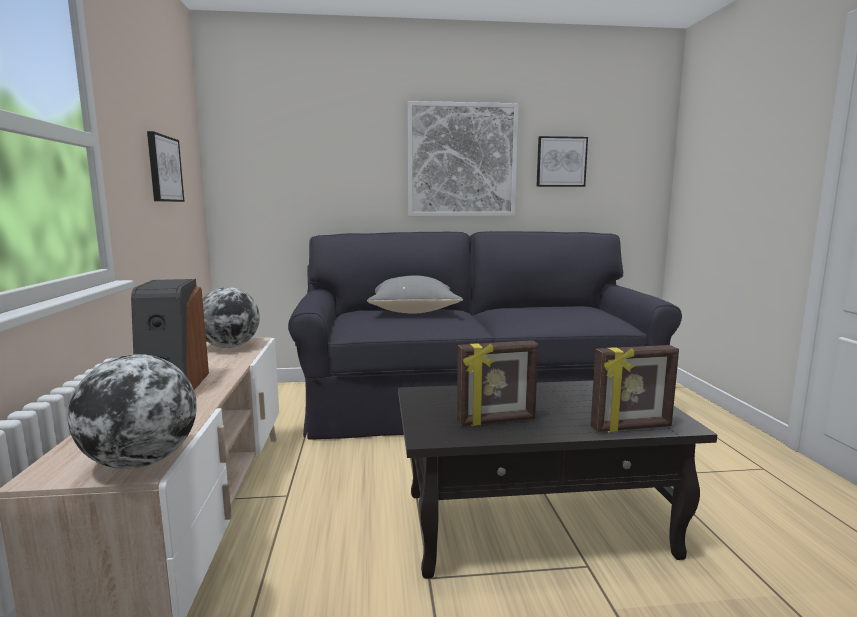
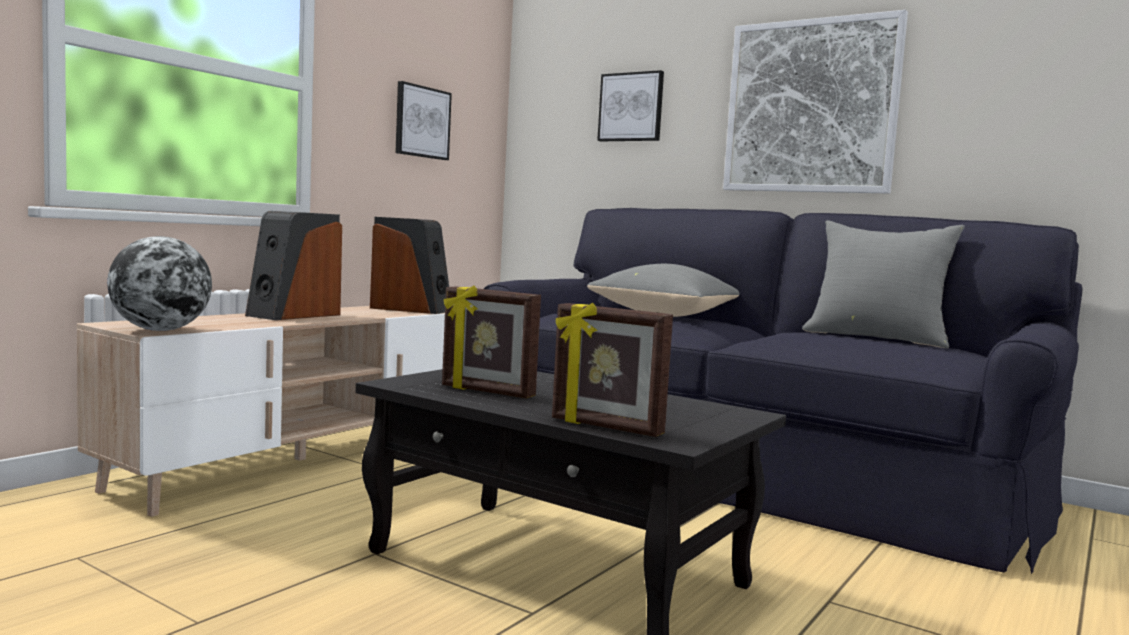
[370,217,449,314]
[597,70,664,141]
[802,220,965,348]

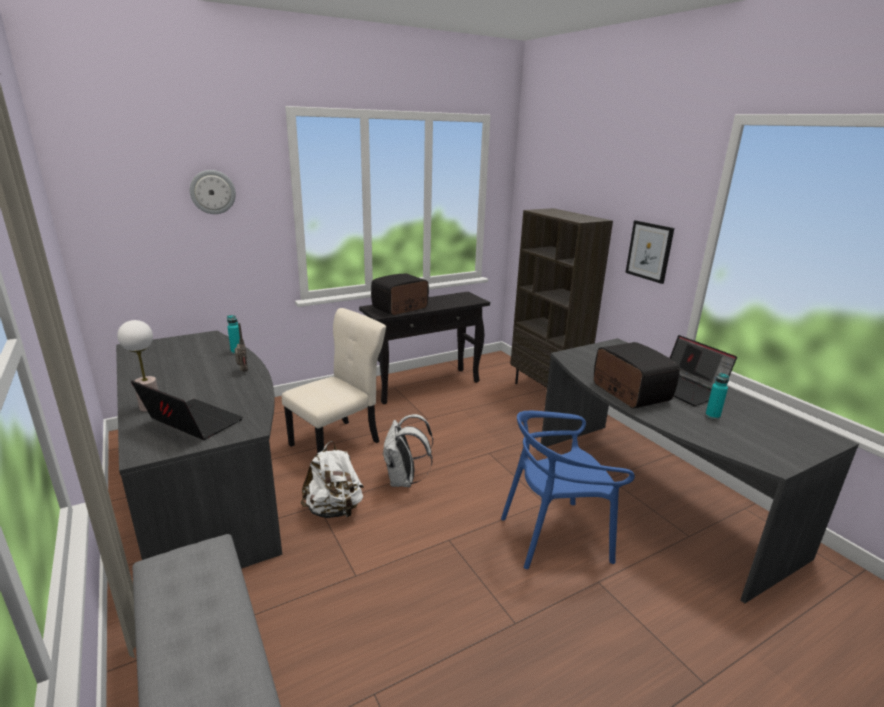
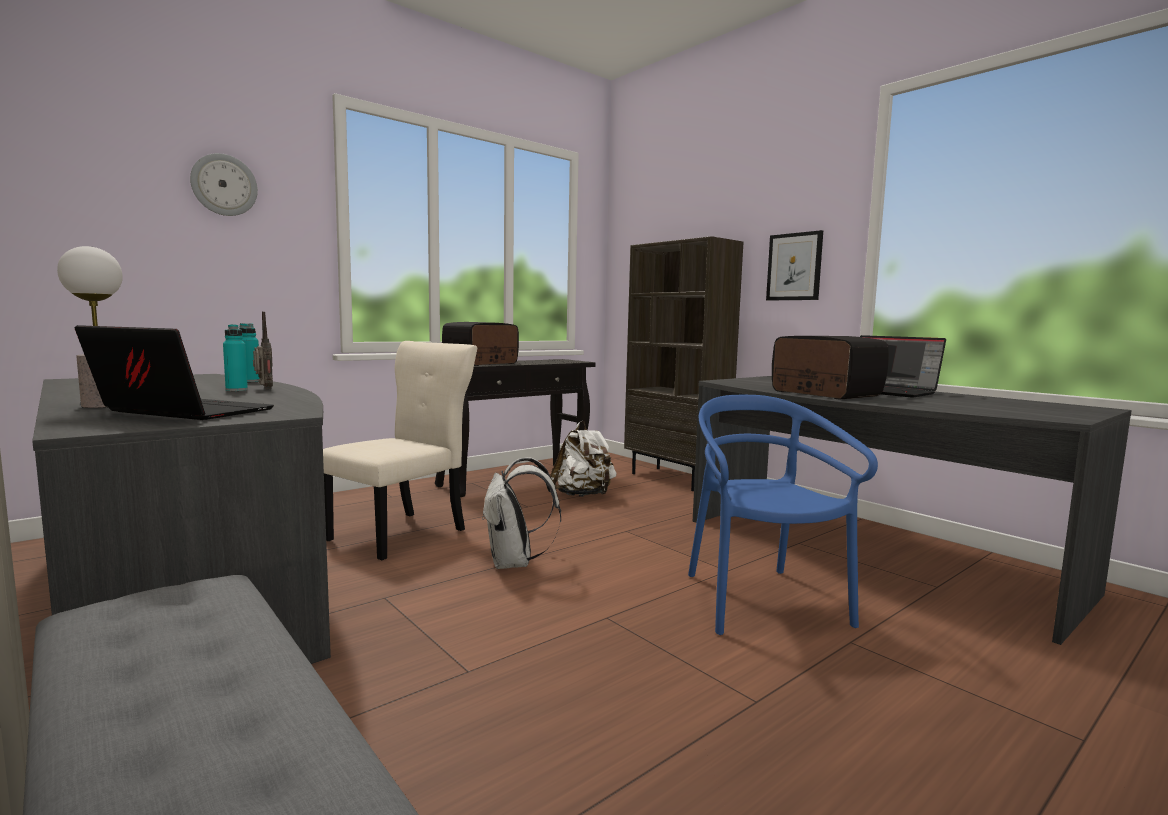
[550,421,616,497]
[688,395,878,635]
[223,324,248,391]

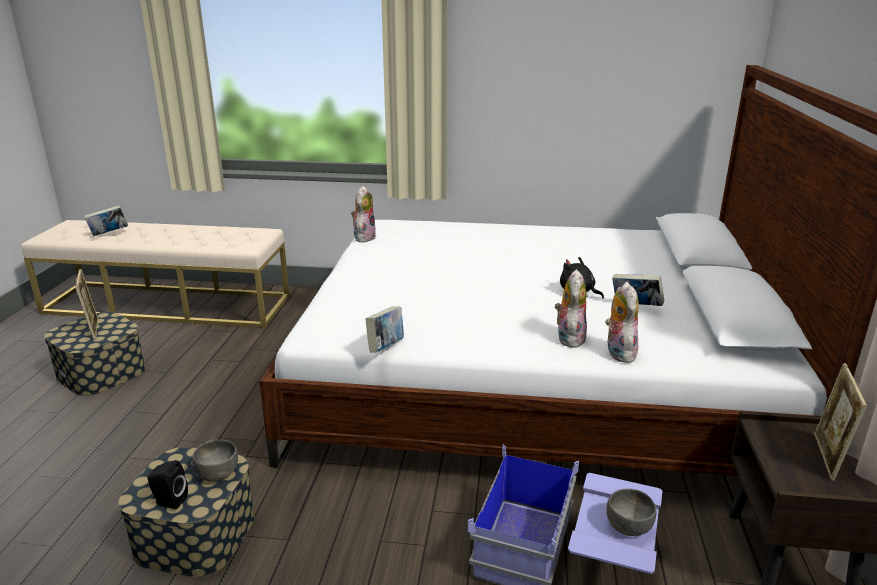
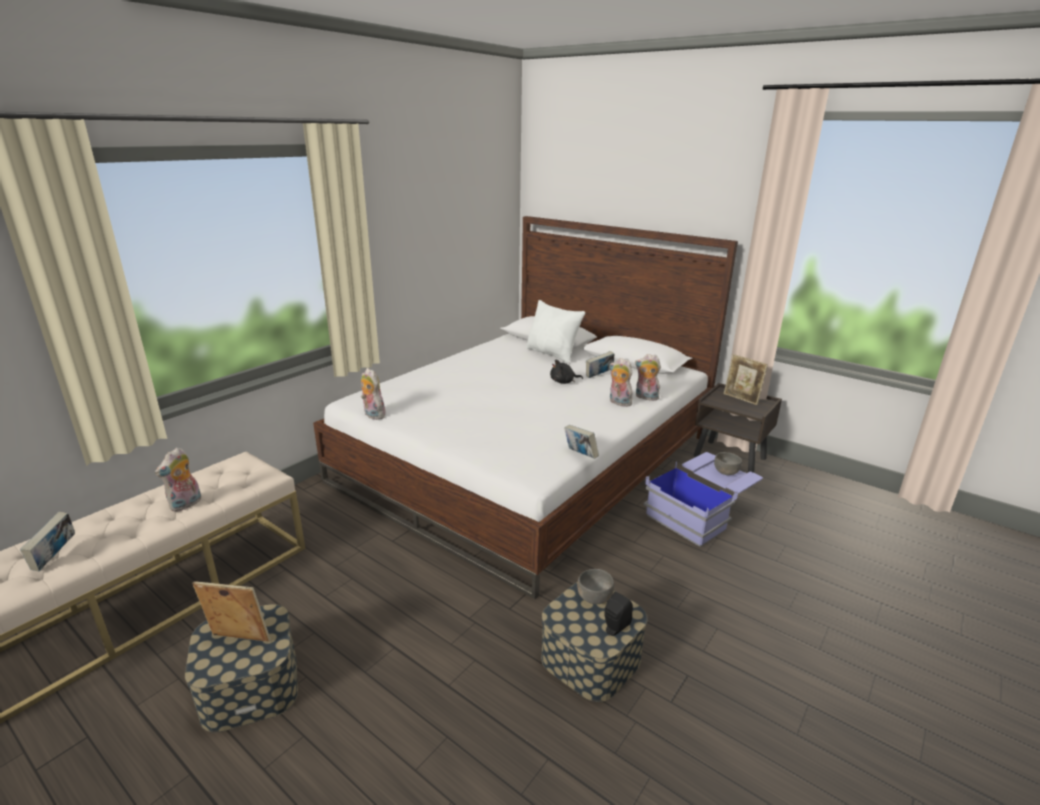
[155,447,201,512]
[526,300,585,363]

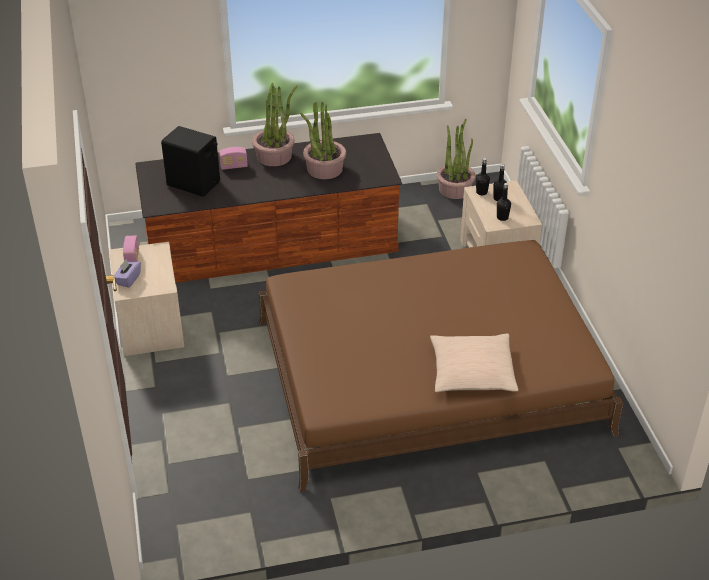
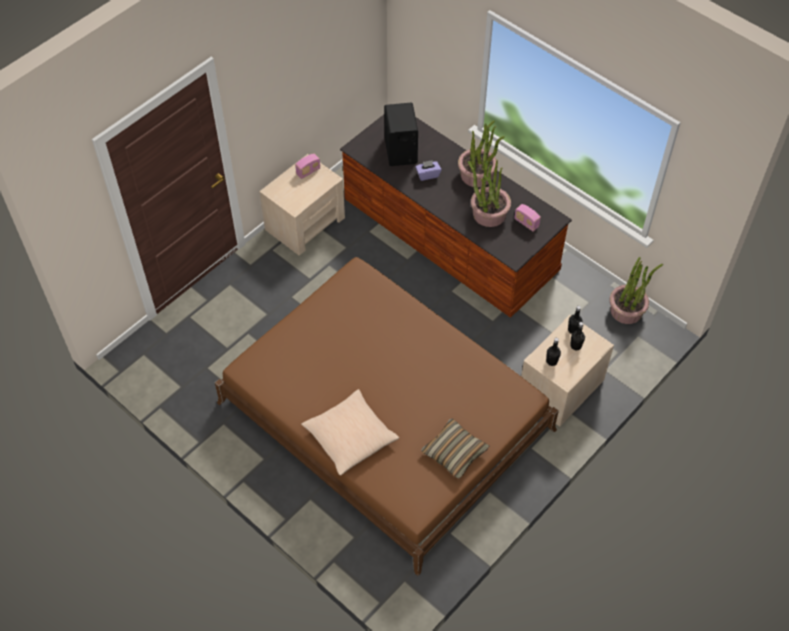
[415,160,441,181]
[514,204,541,232]
[421,418,489,478]

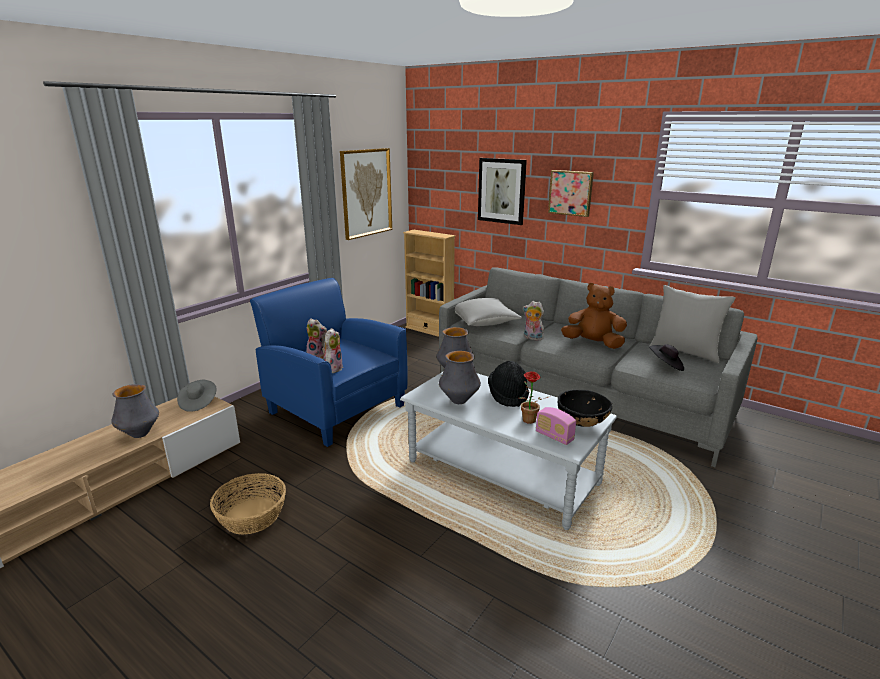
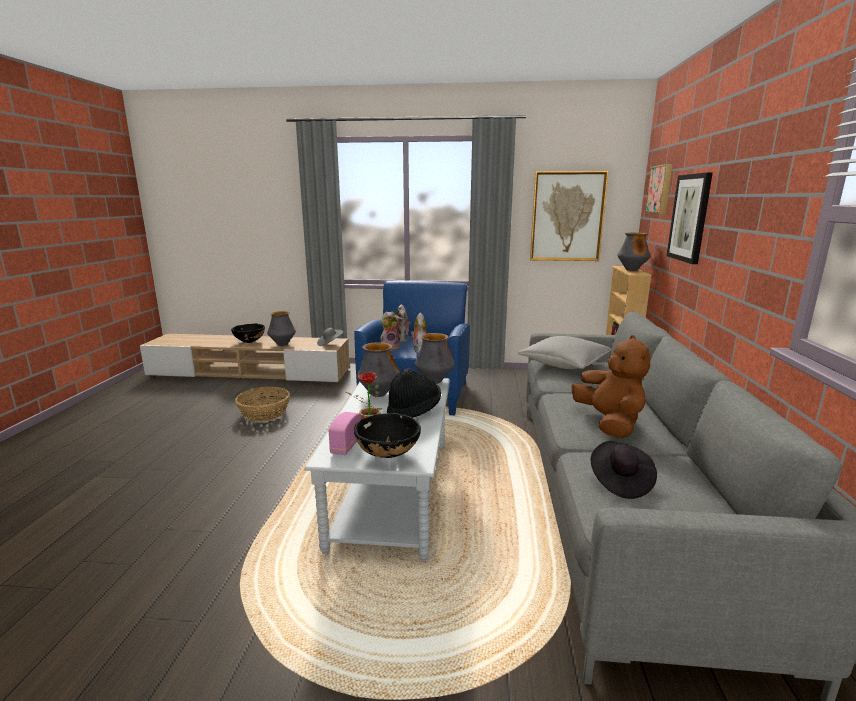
[411,313,427,353]
[645,164,673,214]
[650,285,736,363] (first image)
[231,324,265,343]
[617,233,650,271]

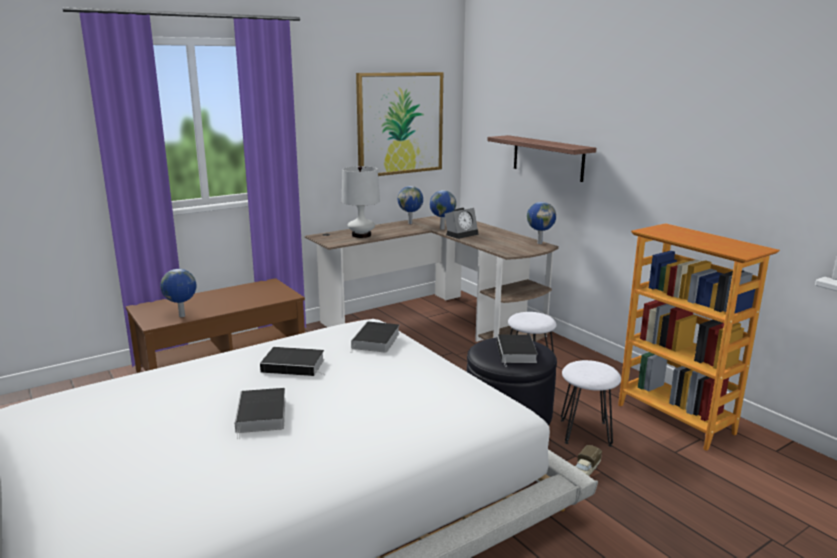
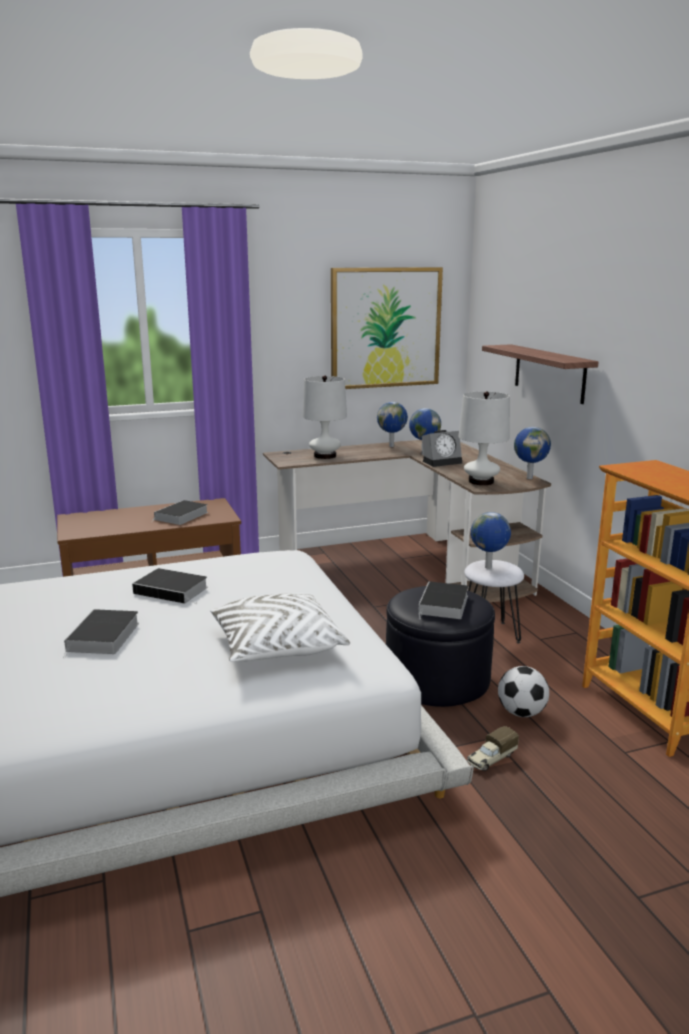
[471,512,511,569]
[150,500,208,525]
[498,666,549,717]
[210,593,350,662]
[458,391,510,485]

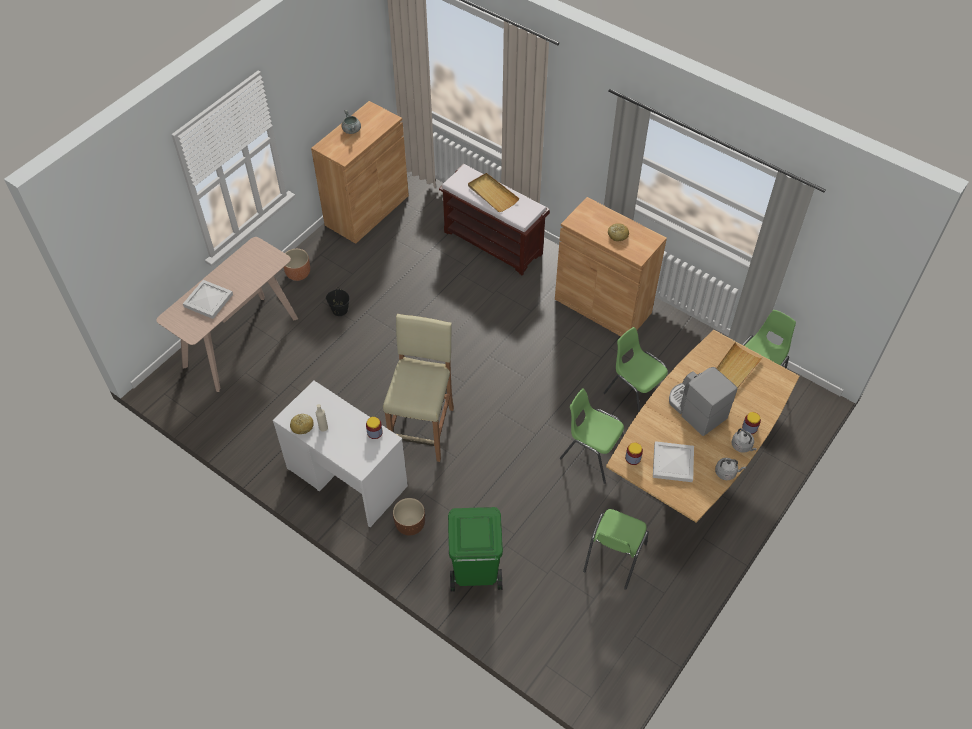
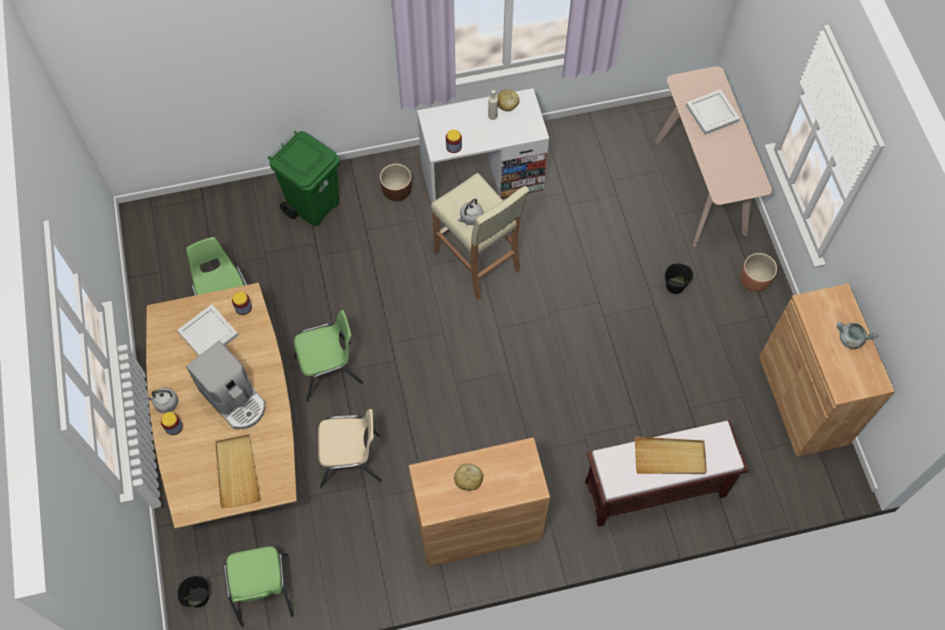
[318,409,382,488]
[186,341,265,429]
[458,199,483,225]
[177,576,209,608]

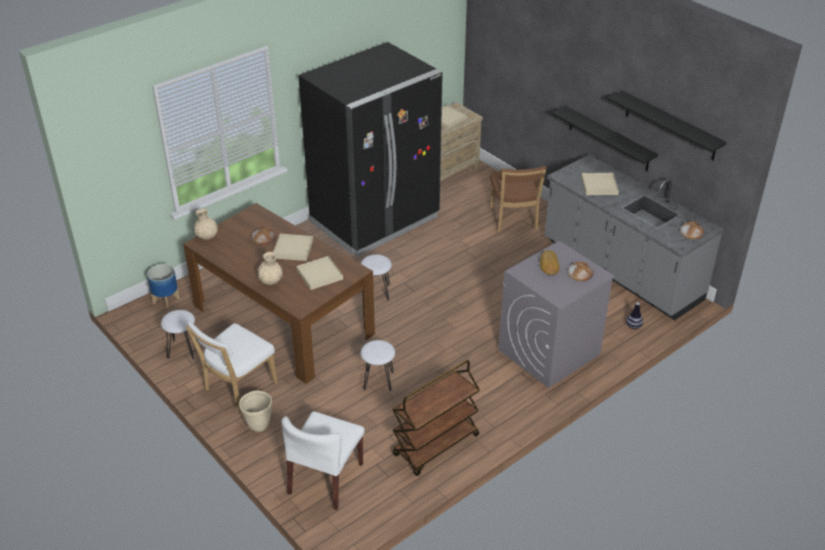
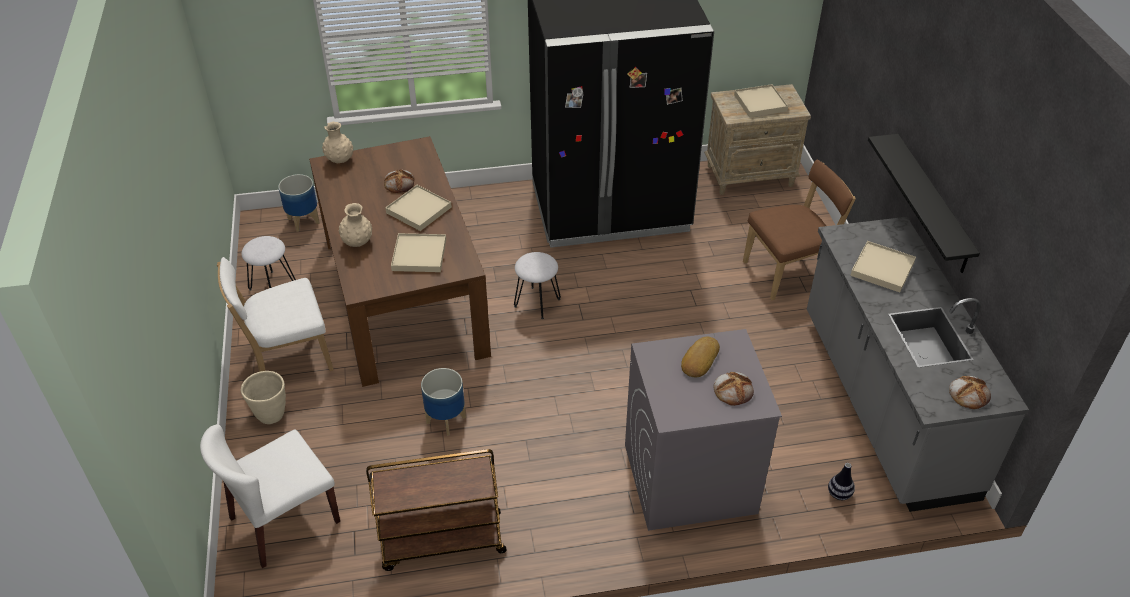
[421,368,466,436]
[743,160,856,300]
[608,91,727,160] (first image)

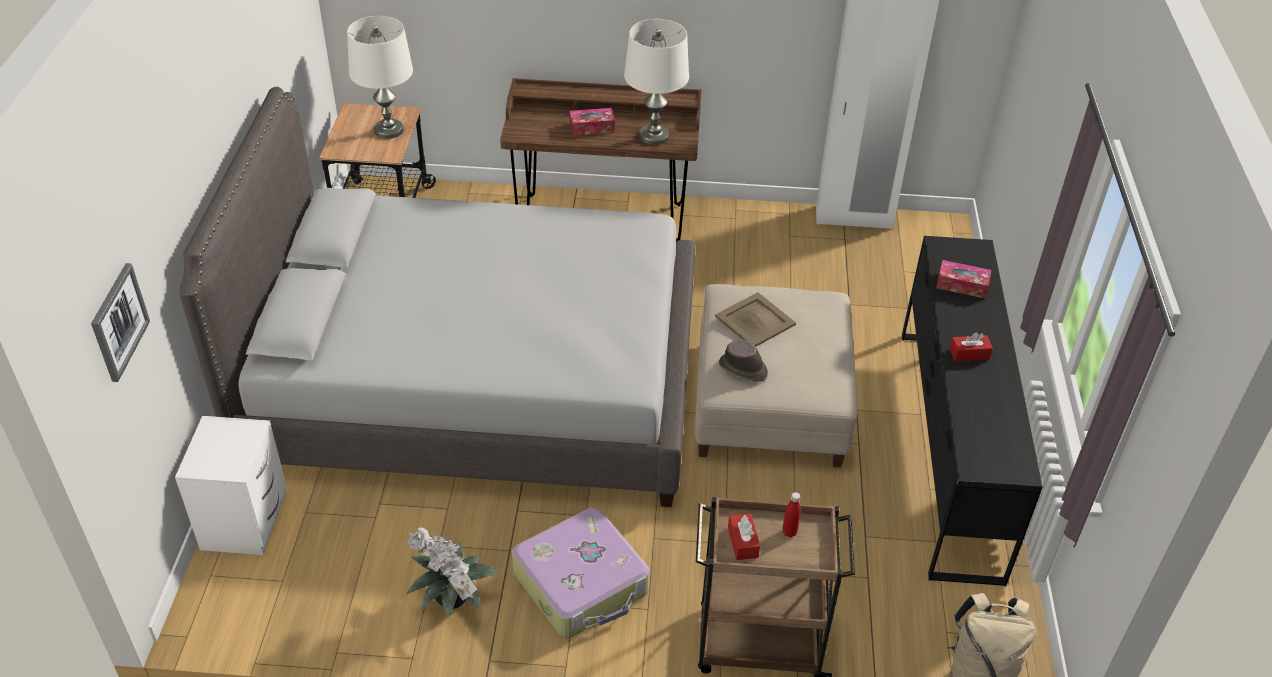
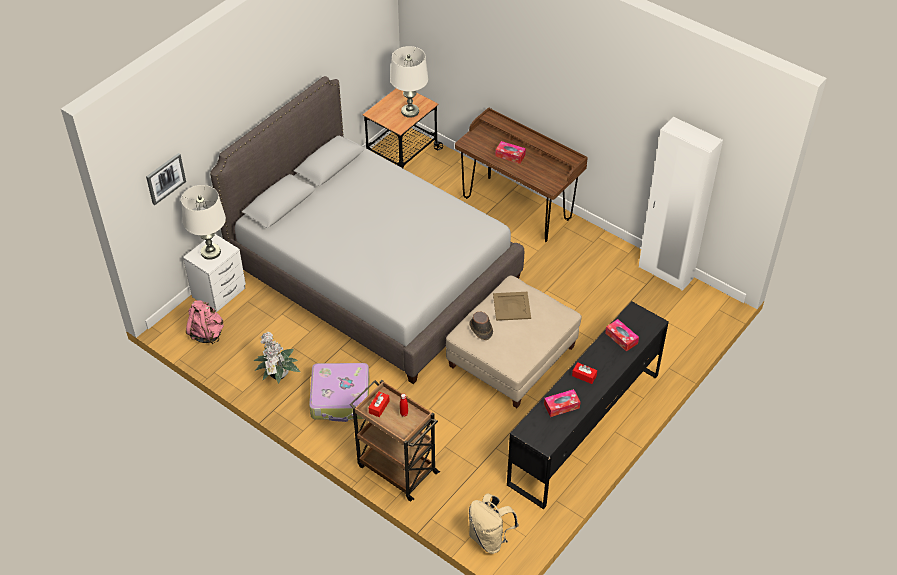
[181,185,226,260]
[186,300,224,344]
[544,389,581,417]

